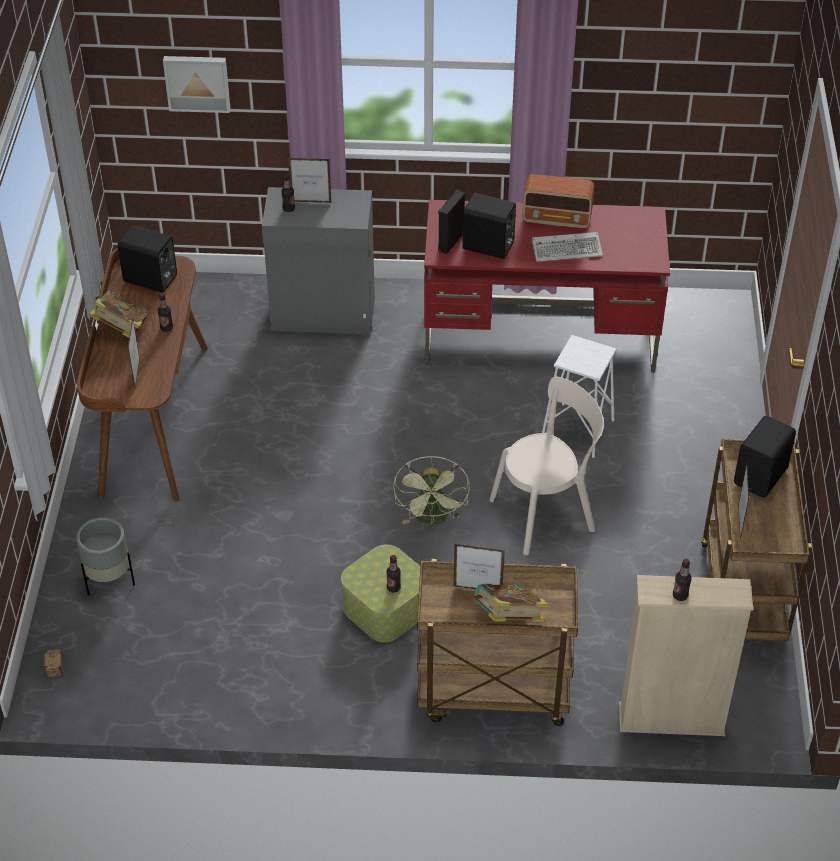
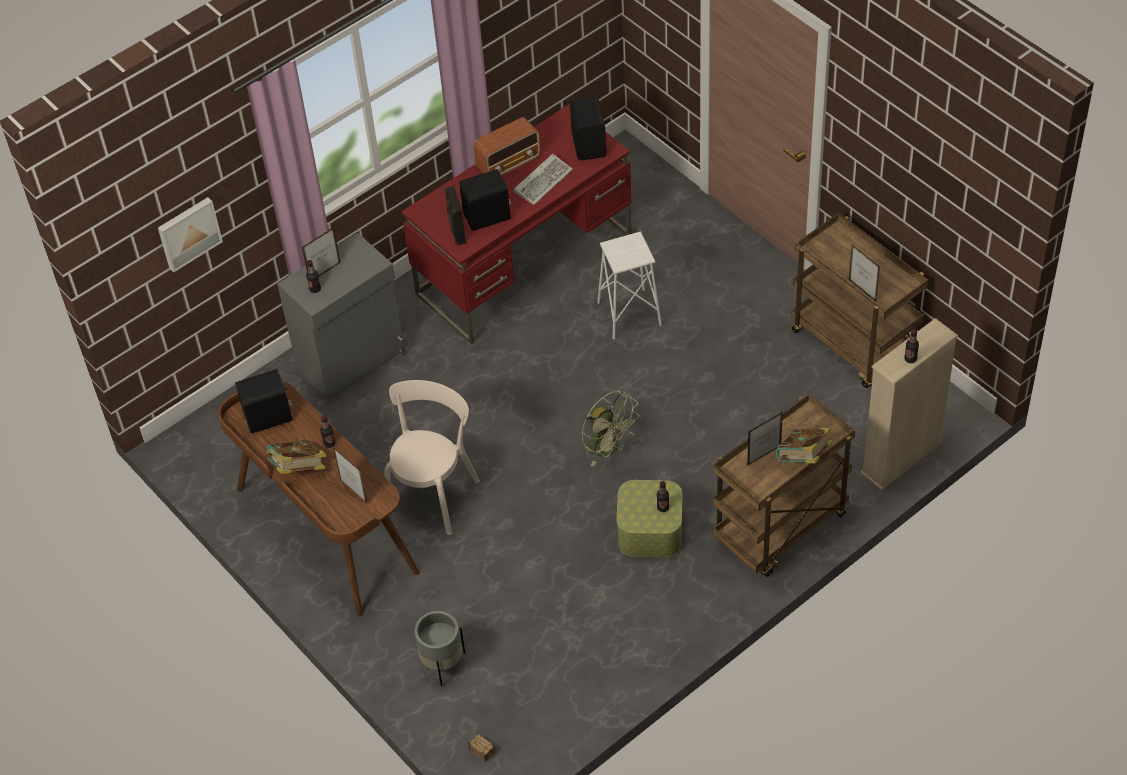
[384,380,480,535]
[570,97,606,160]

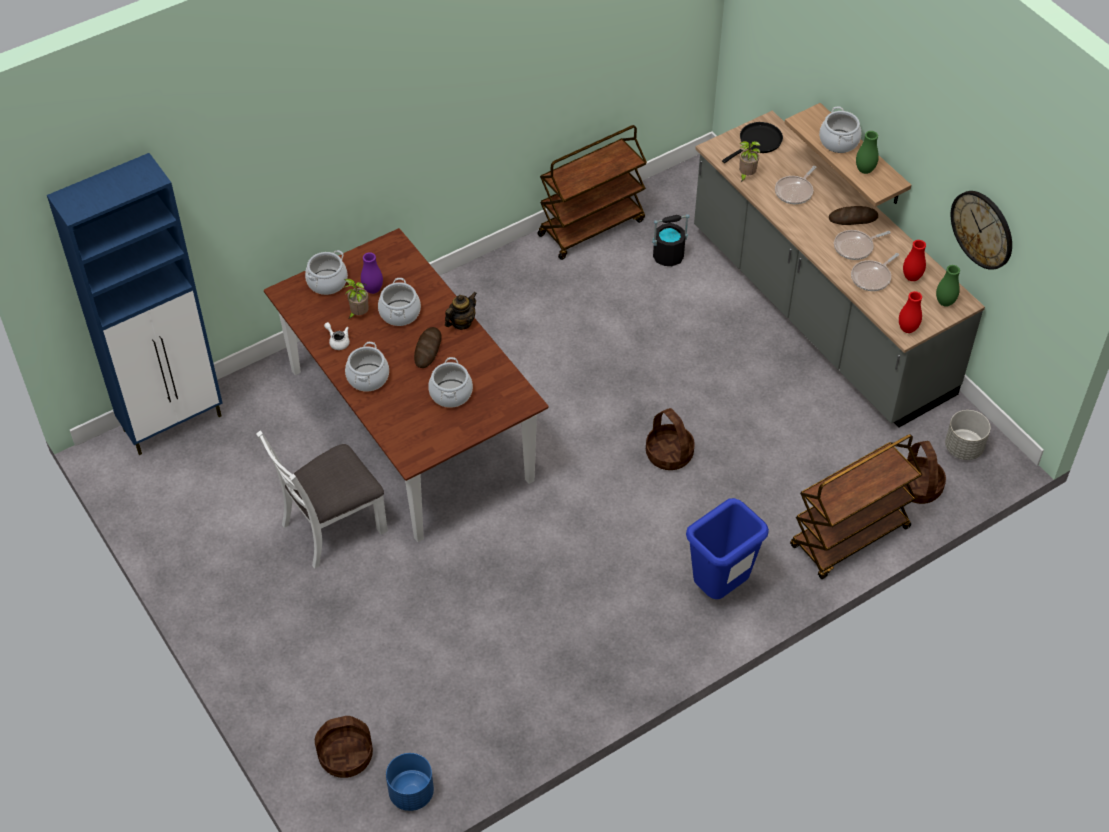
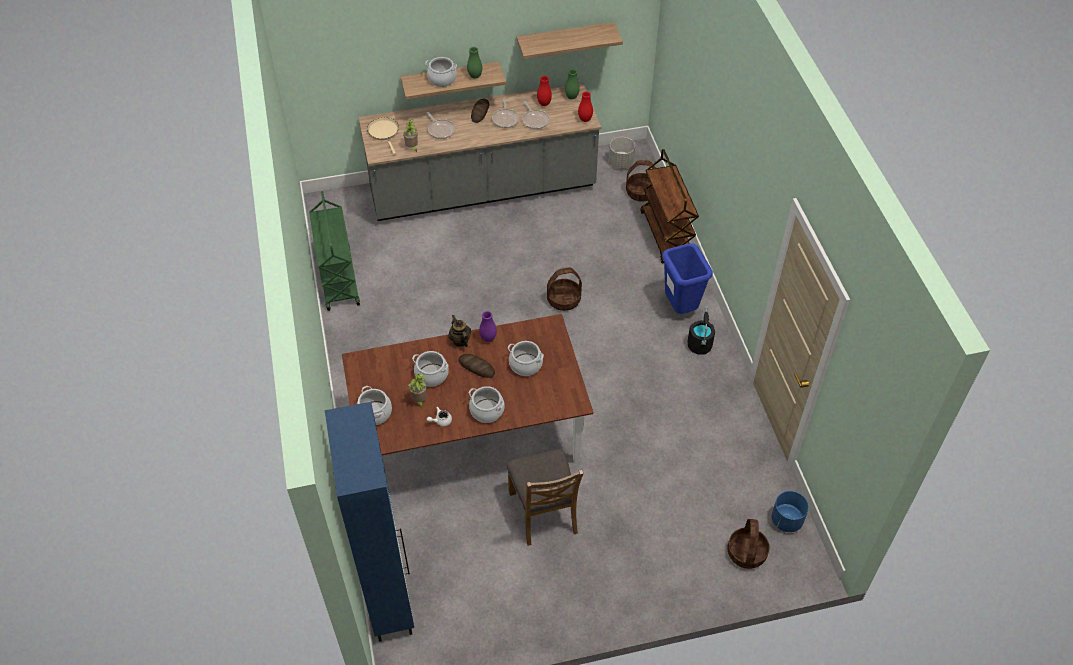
[506,449,584,546]
[479,311,497,342]
[309,191,360,311]
[688,307,715,355]
[367,118,399,154]
[516,22,623,59]

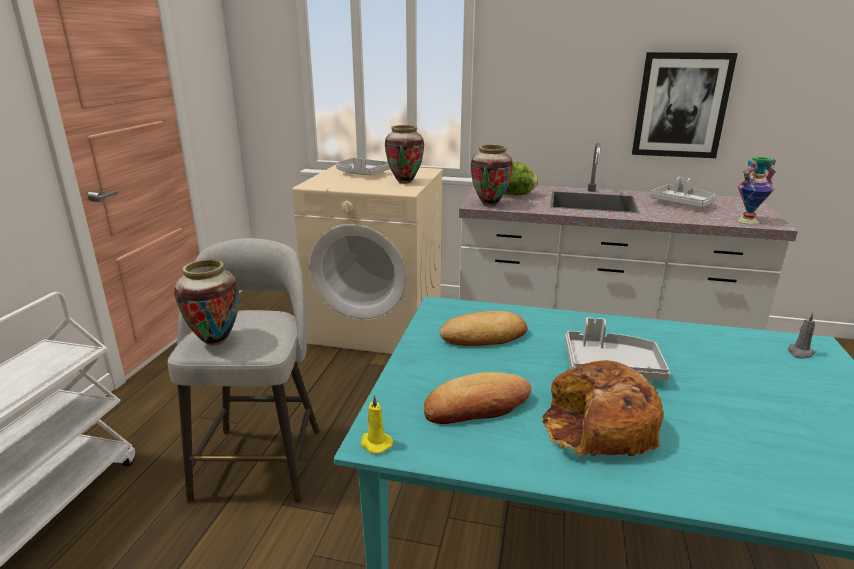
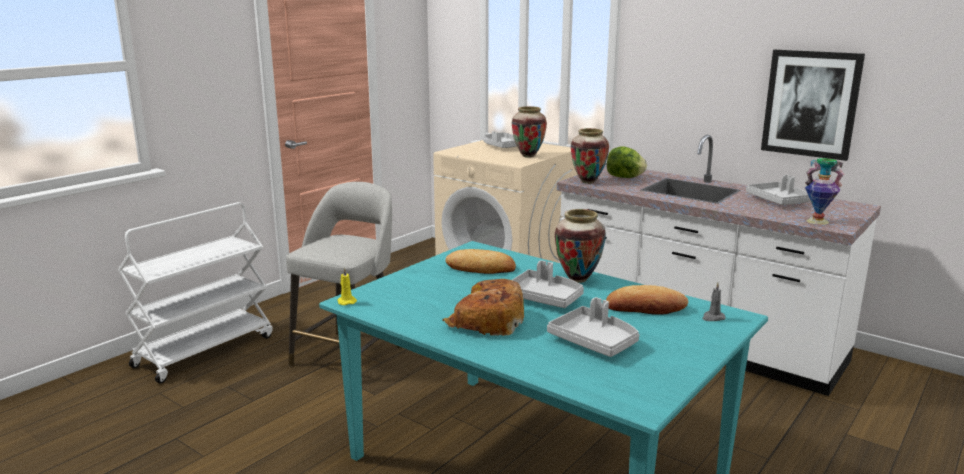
[555,209,606,283]
[606,285,689,315]
[547,297,639,357]

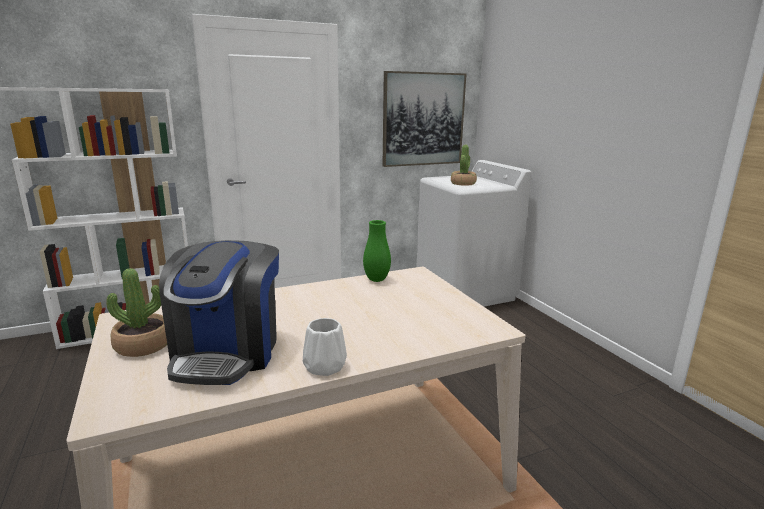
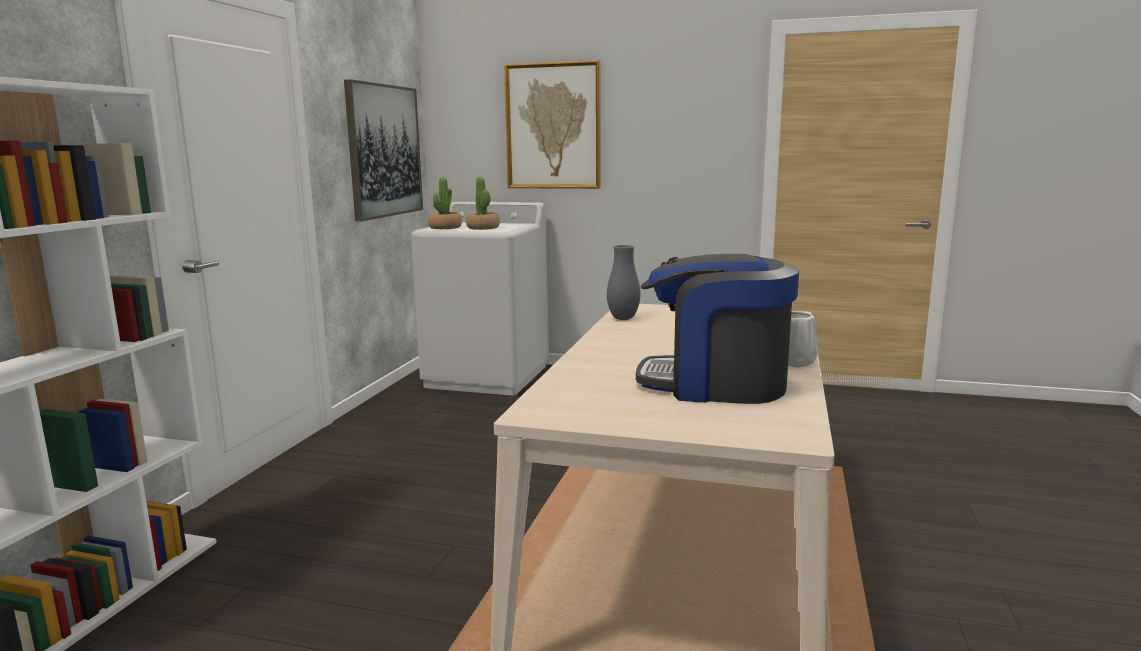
[428,177,462,229]
[636,254,799,404]
[607,245,641,320]
[504,60,601,189]

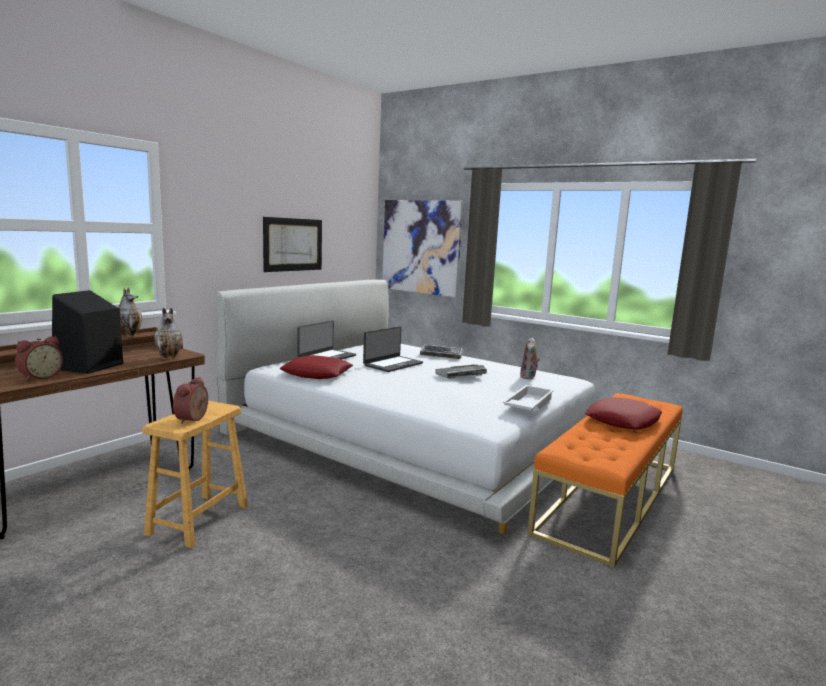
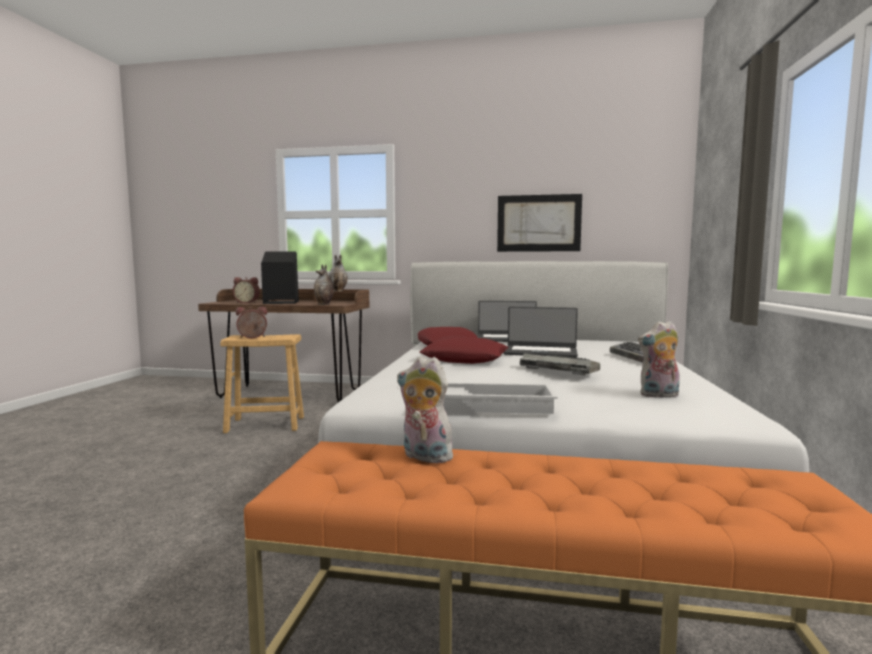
[382,200,463,297] (first image)
[420,337,509,364]
[397,356,453,463]

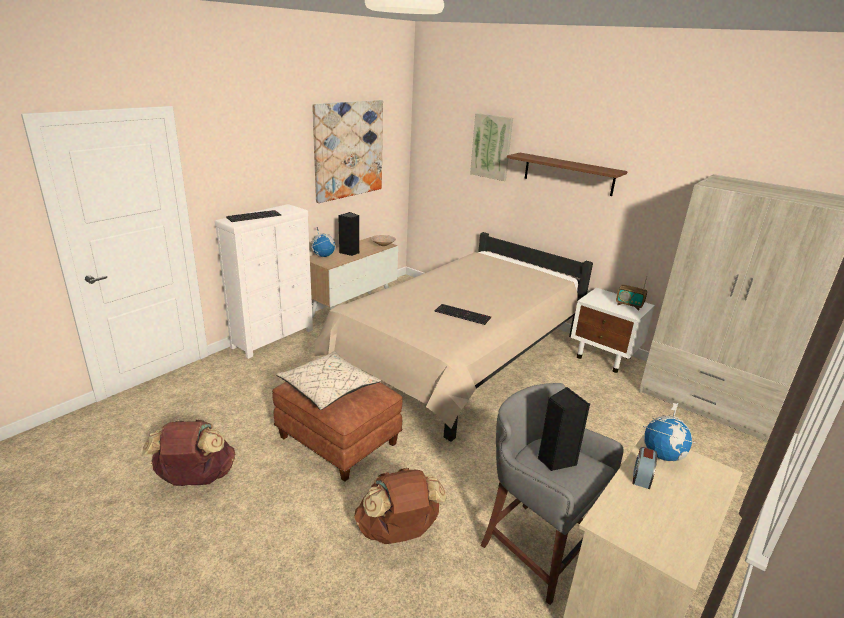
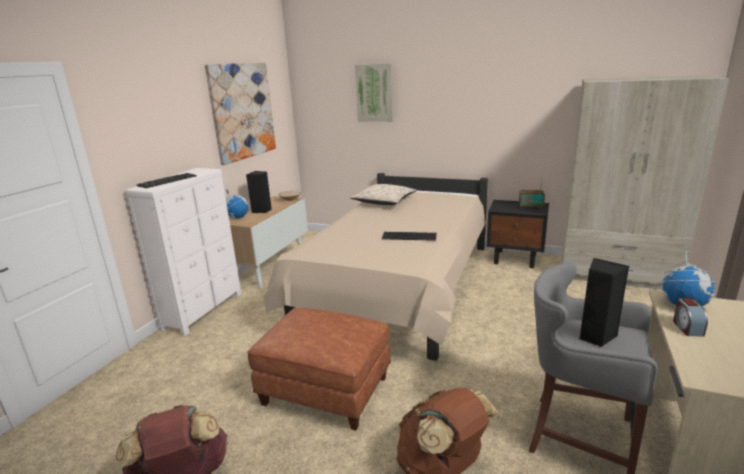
[350,184,417,205]
[507,153,628,196] (first image)
[487,200,549,268]

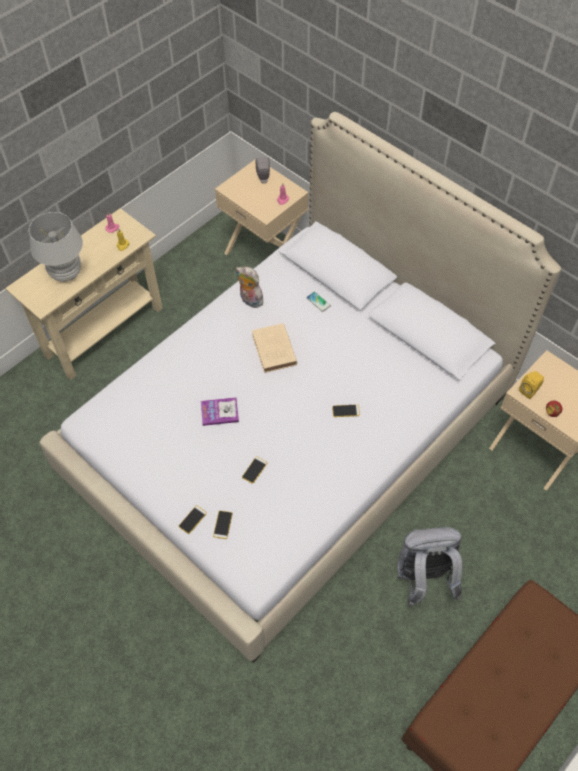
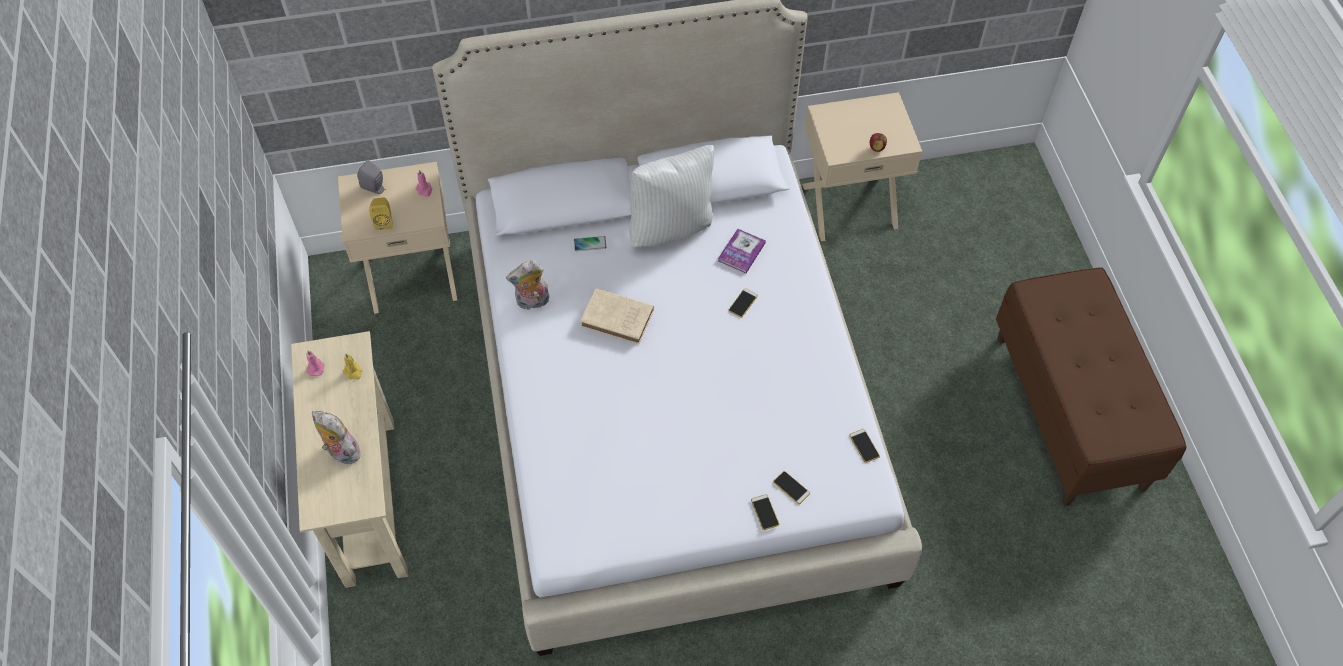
[312,411,360,464]
[718,228,766,273]
[849,429,880,463]
[396,527,462,606] (first image)
[369,198,393,230]
[629,145,714,247]

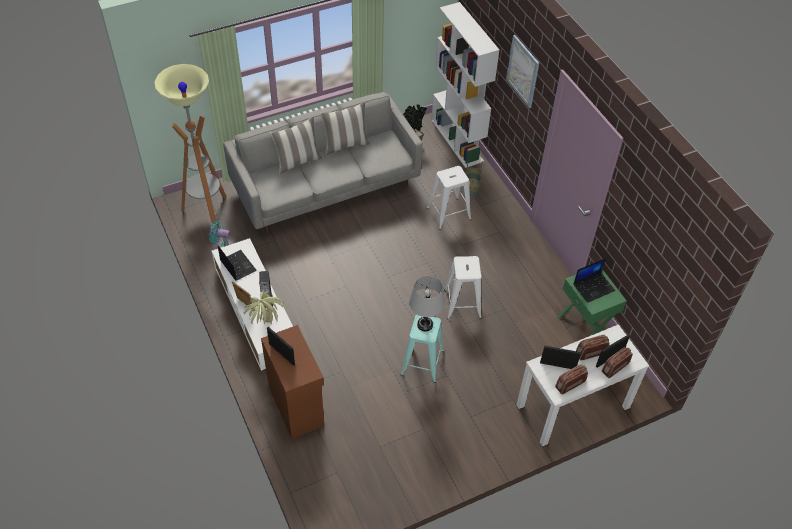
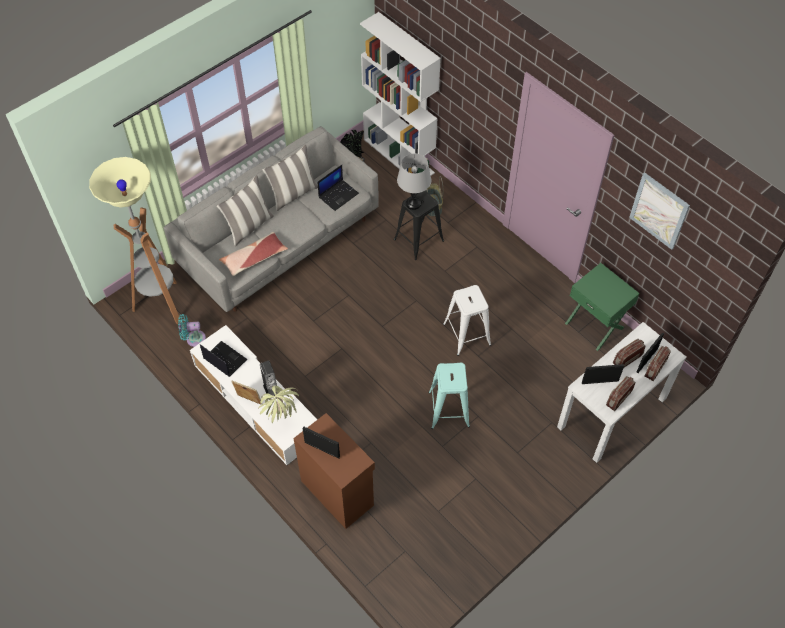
[397,153,431,210]
[394,191,444,260]
[629,172,690,250]
[317,165,359,211]
[219,232,288,276]

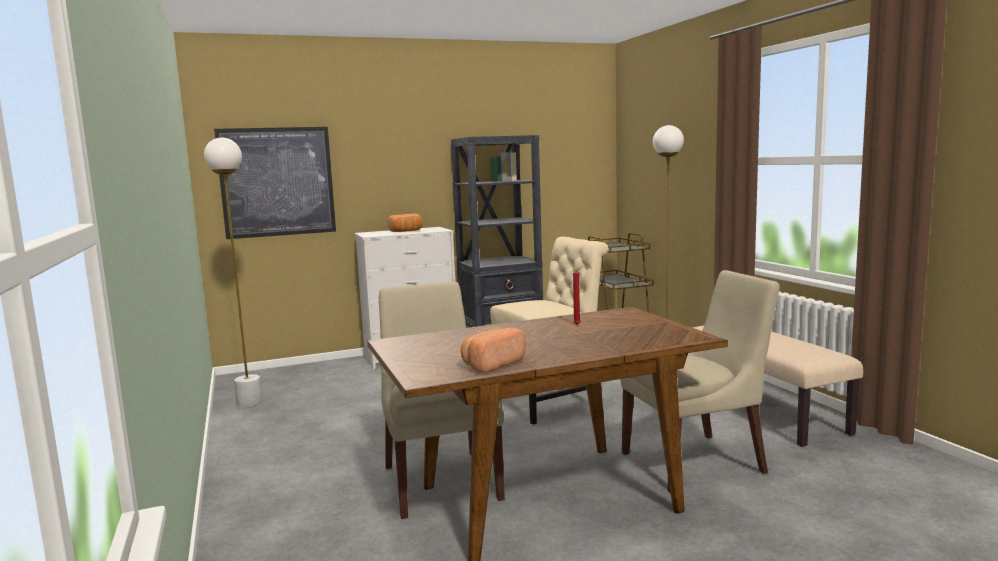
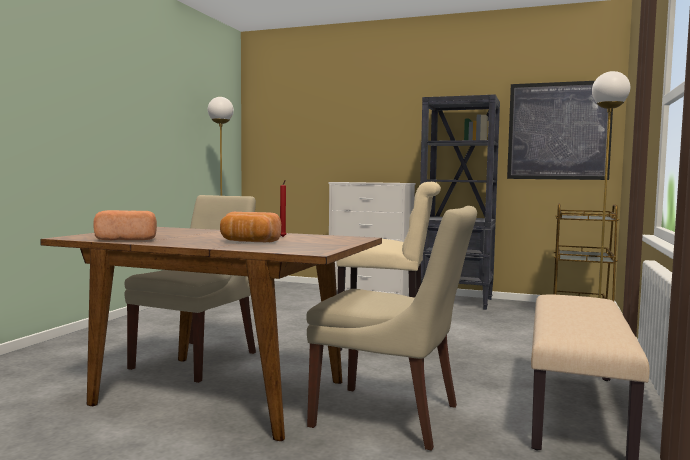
[507,81,613,180]
[220,212,281,242]

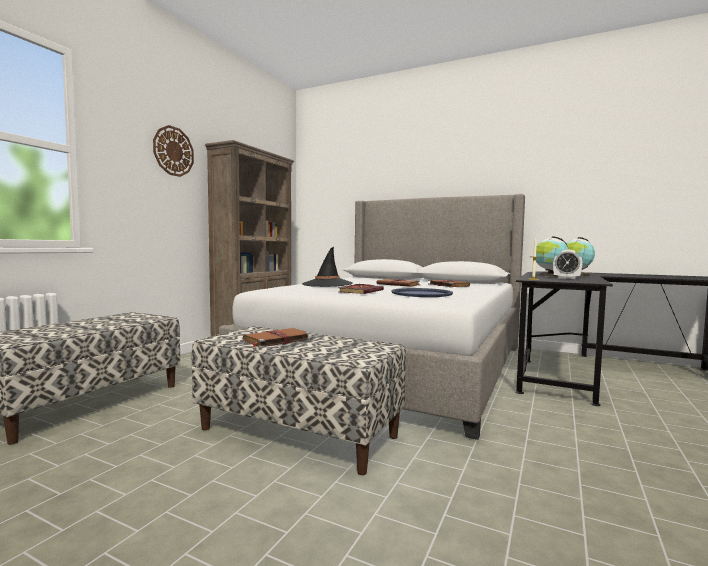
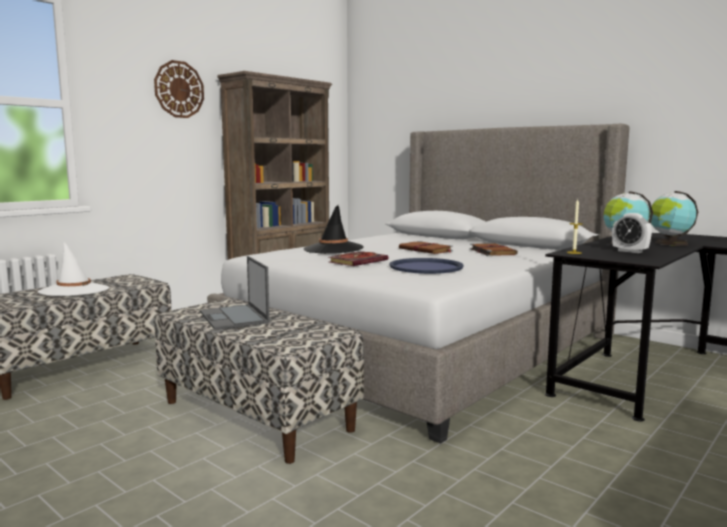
[200,256,270,330]
[38,243,110,296]

